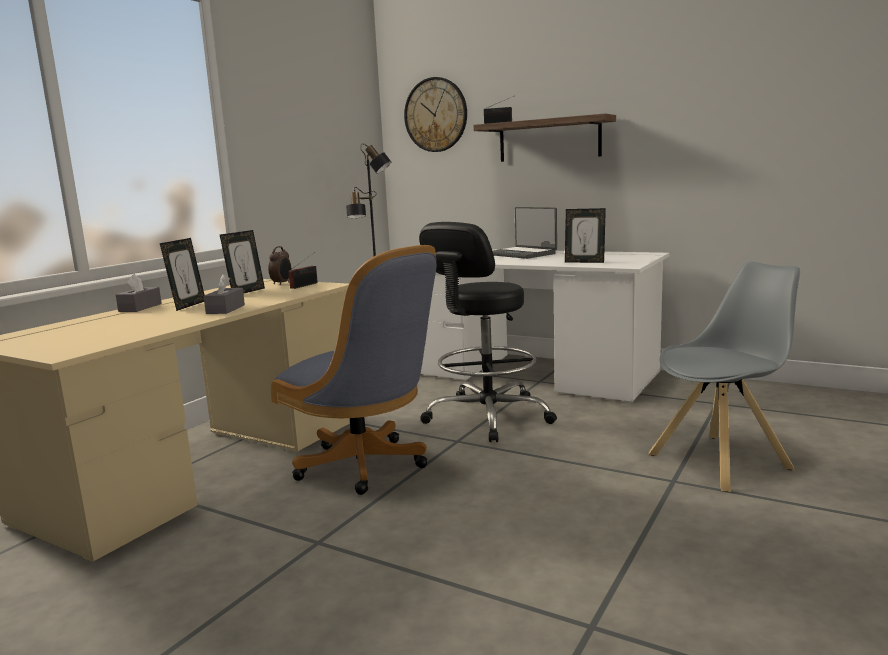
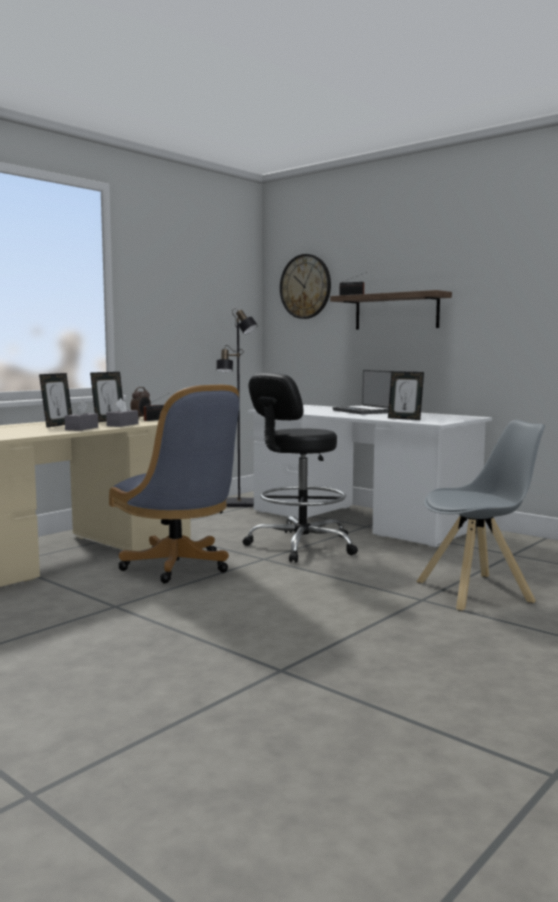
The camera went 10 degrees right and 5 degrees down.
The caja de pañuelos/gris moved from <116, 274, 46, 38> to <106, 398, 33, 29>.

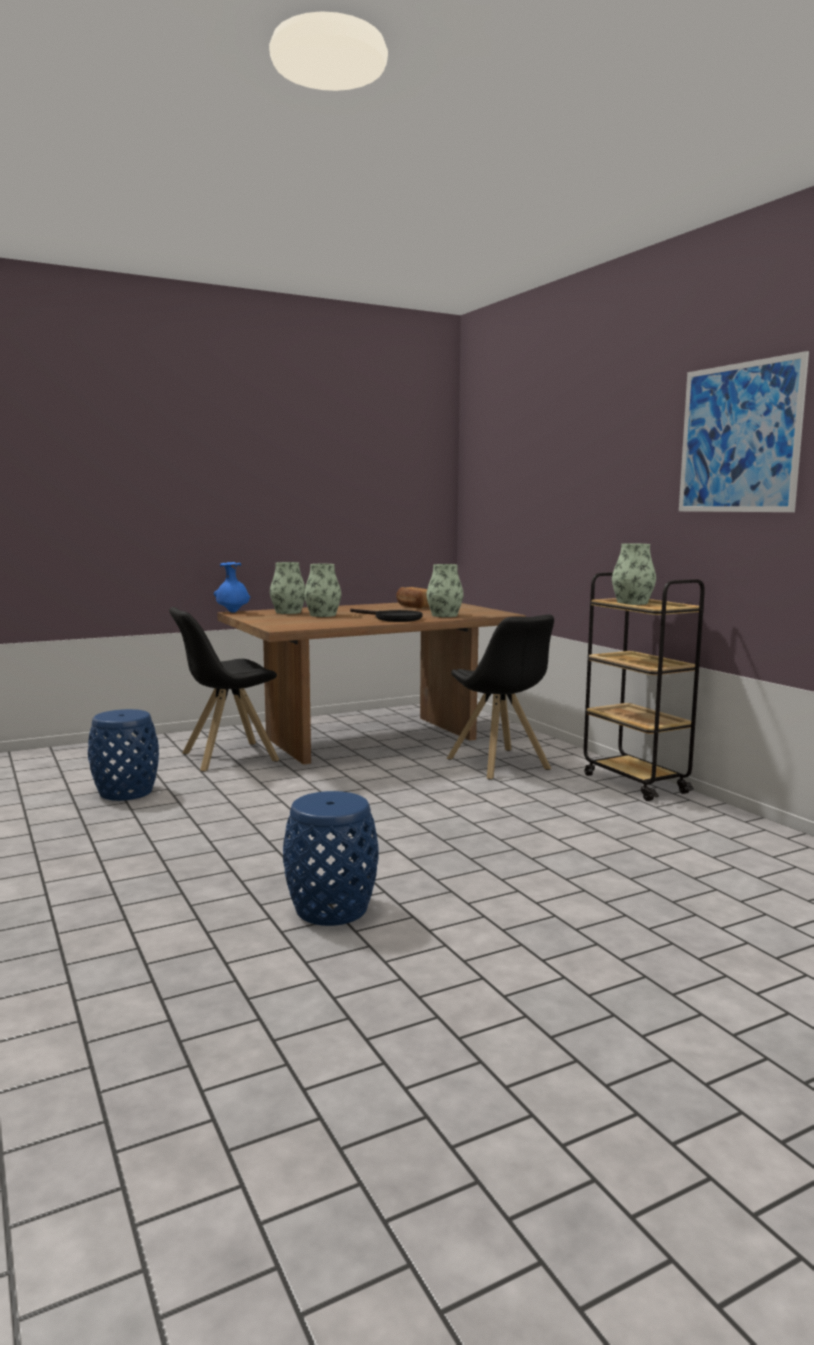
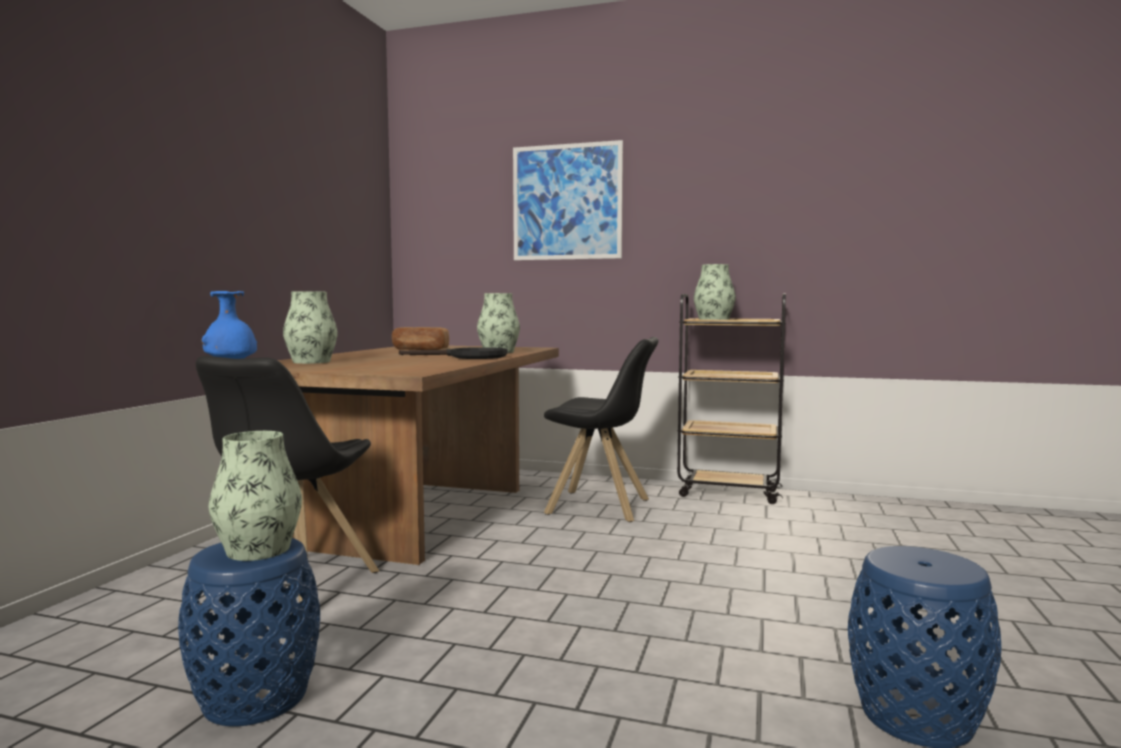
The camera went 45 degrees left and 5 degrees down.
The florero moved from <304, 564, 37, 53> to <208, 431, 94, 130>.
The cuadro moved from <679, 351, 130, 161> to <513, 140, 110, 120>.

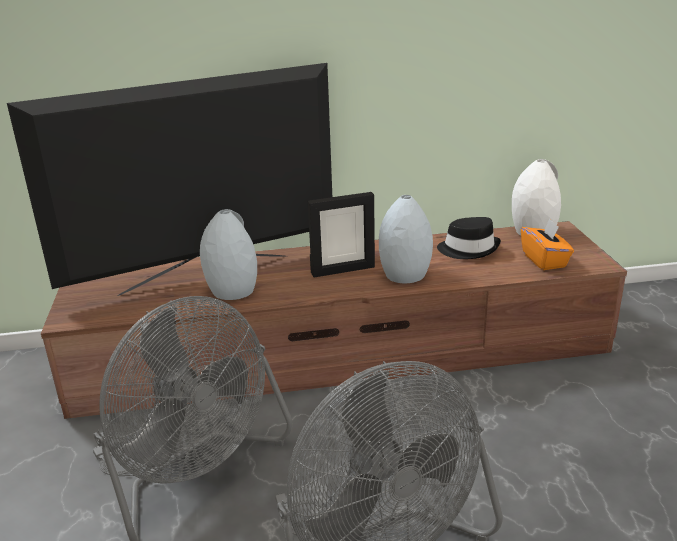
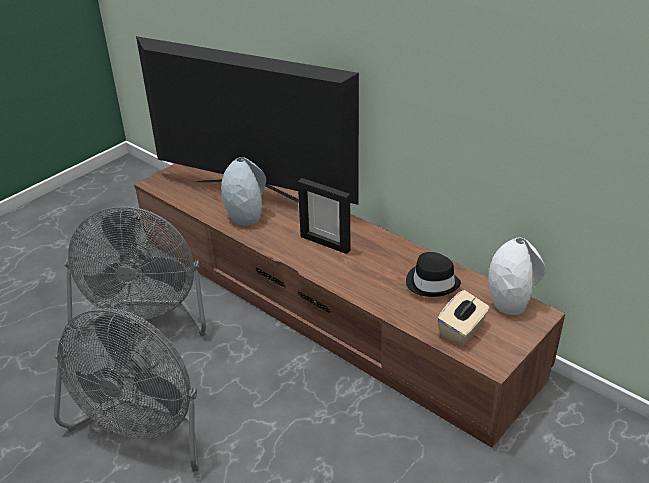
The camera went 50 degrees right and 10 degrees up.
The florero/gris at <379, 195, 54, 88> disappeared.
The caja de pañuelos/naranja at <521, 218, 53, 52> became the caja de pañuelos/beis at <437, 290, 53, 55>.

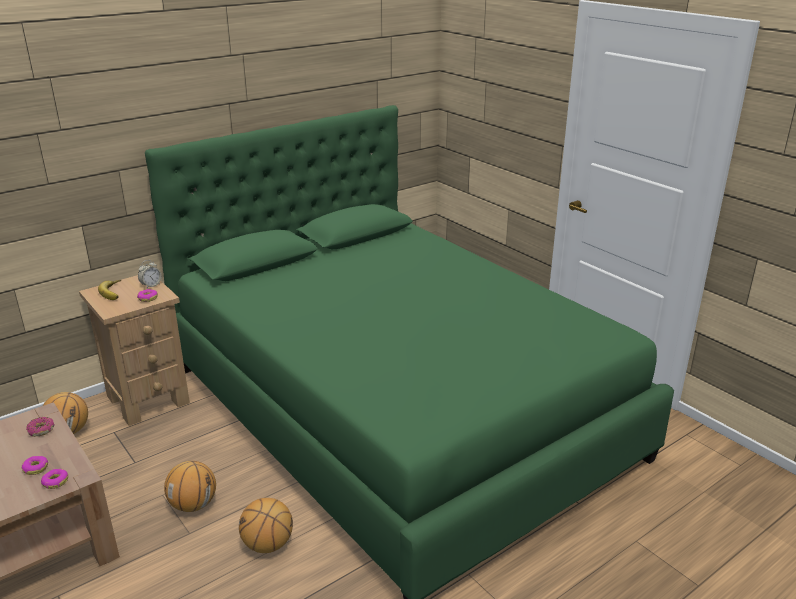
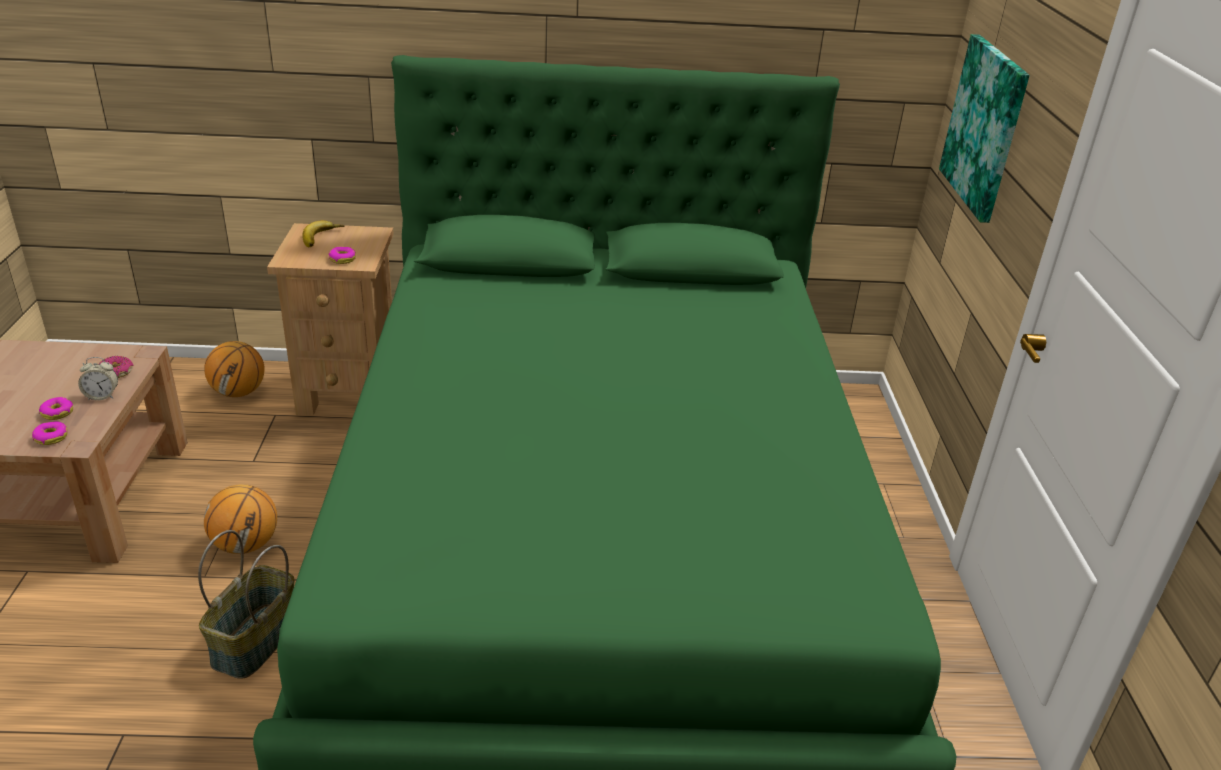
The camera went 35 degrees right and 5 degrees up.
The cuadro at <939, 34, 91, 189> appeared.
The despertador moved from <138, 260, 23, 28> to <78, 357, 40, 43>.
The balón de baloncesto at <239, 498, 54, 55> was replaced by the cesta at <198, 530, 96, 149>.

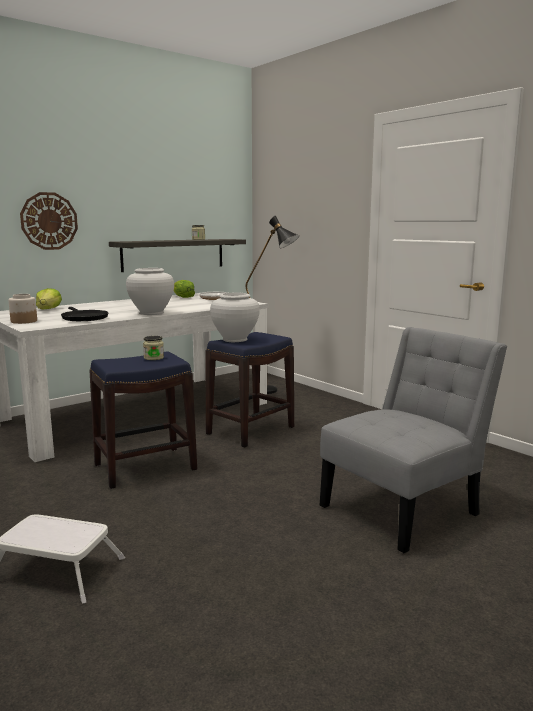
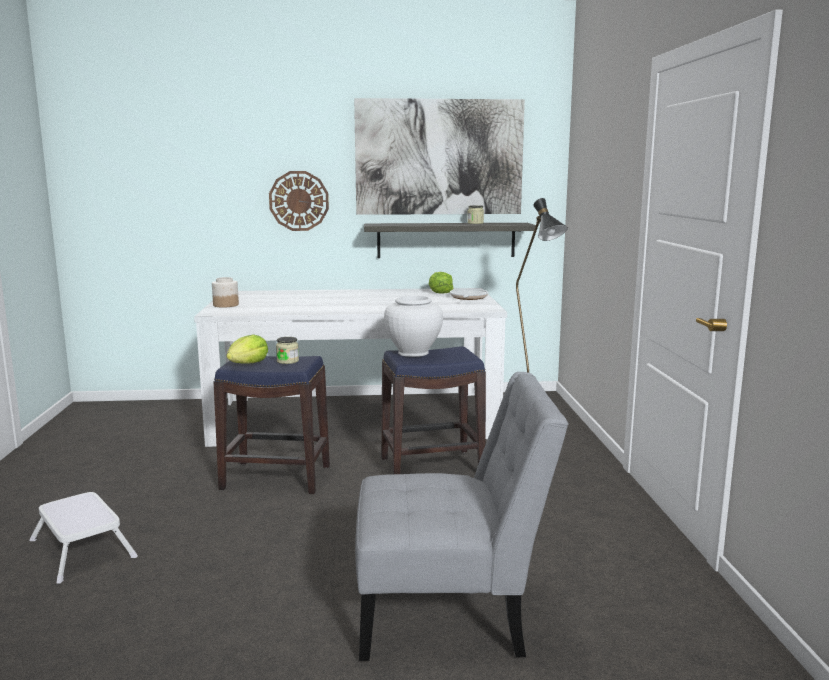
The camera went 35 degrees right and 0 degrees up.
The sartén/negro at <61, 307, 48, 14> disappeared.
The florero/blanco at <126, 268, 48, 47> disappeared.
The cuadro at <354, 98, 171, 117> appeared.
The lechuga moved from <36, 288, 26, 22> to <227, 334, 41, 29>.

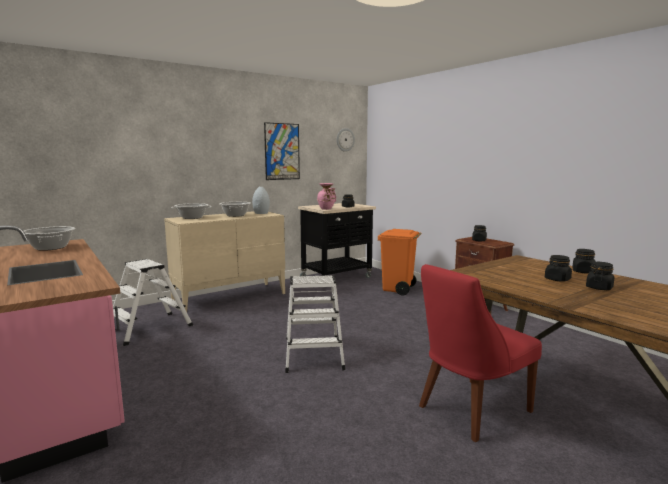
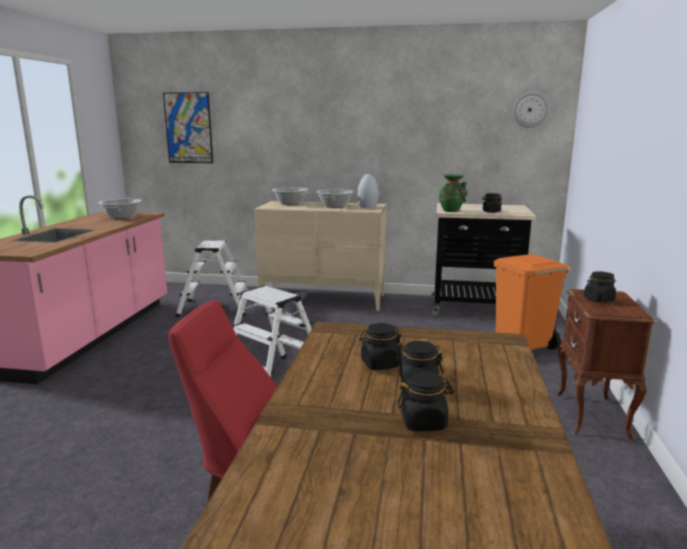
The camera went 45 degrees right and 5 degrees up.
The cuadro moved from <264, 122, 36, 58> to <163, 92, 50, 71>.
The tarro/negro moved from <572, 249, 24, 24> to <359, 323, 43, 47>.
The florero/rosa at <317, 183, 19, 27> became the florero/verde at <438, 174, 29, 38>.

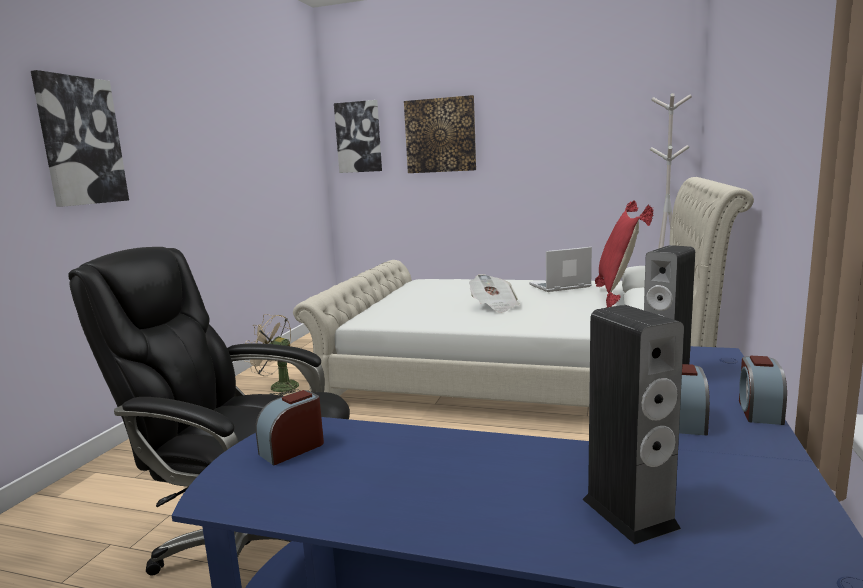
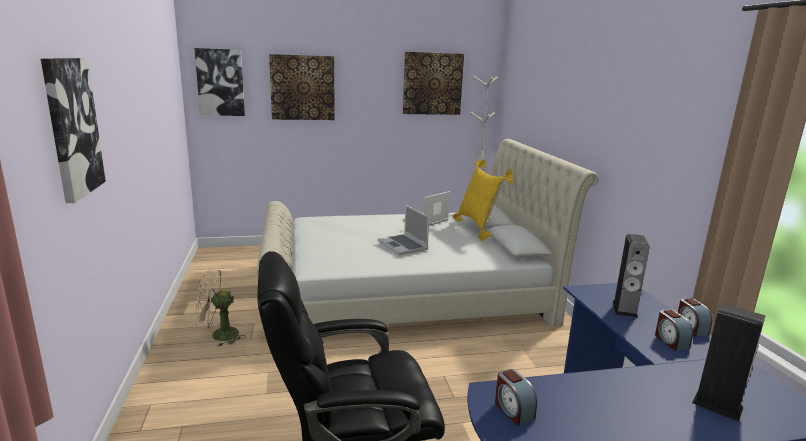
The camera went 30 degrees left and 5 degrees up.
The cuadro at <403, 52, 61, 63> appeared.
The periódico at <469, 274, 51, 39> was replaced by the portátil at <378, 205, 51, 50>.
The cojín/rojo at <594, 200, 60, 107> became the cojín/amarillo at <452, 159, 61, 83>.
The despertador at <255, 390, 69, 76> turned 45 degrees counterclockwise.

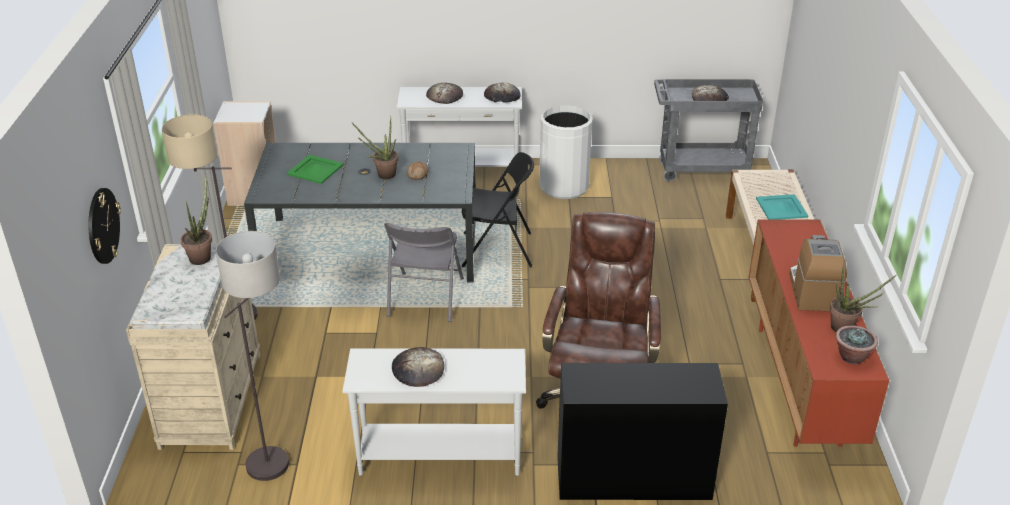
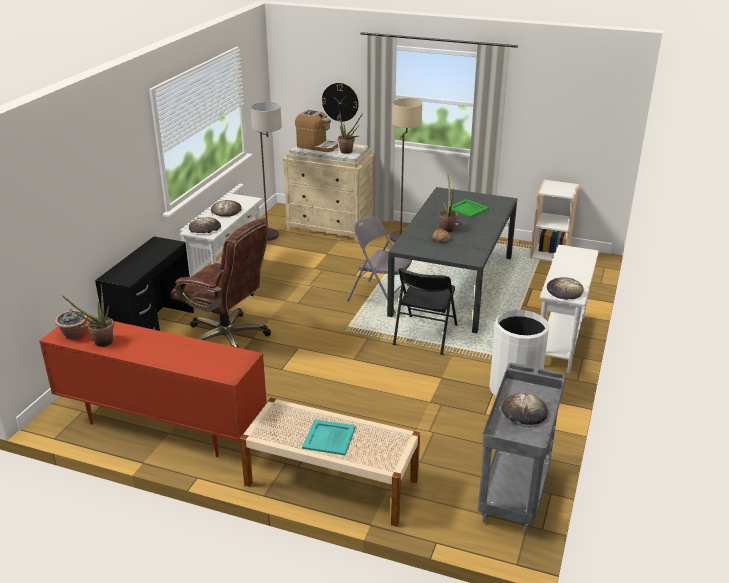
The camera went 110 degrees right and 5 degrees down.
The pan moved from <426, 83, 37, 21> to <189, 217, 32, 16>.
The cafetera moved from <789, 235, 58, 76> to <295, 110, 43, 42>.

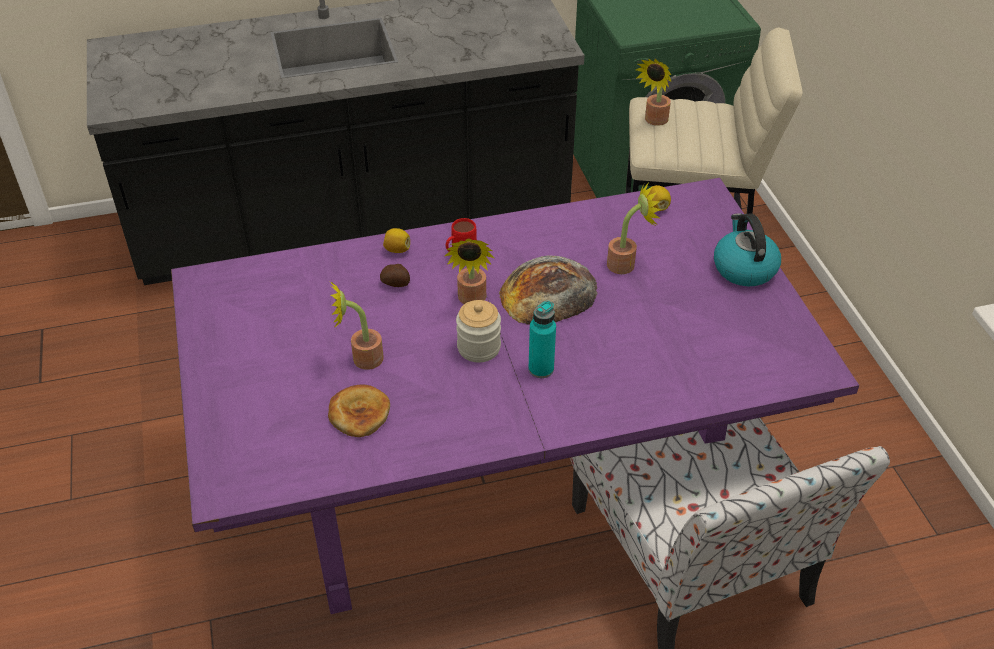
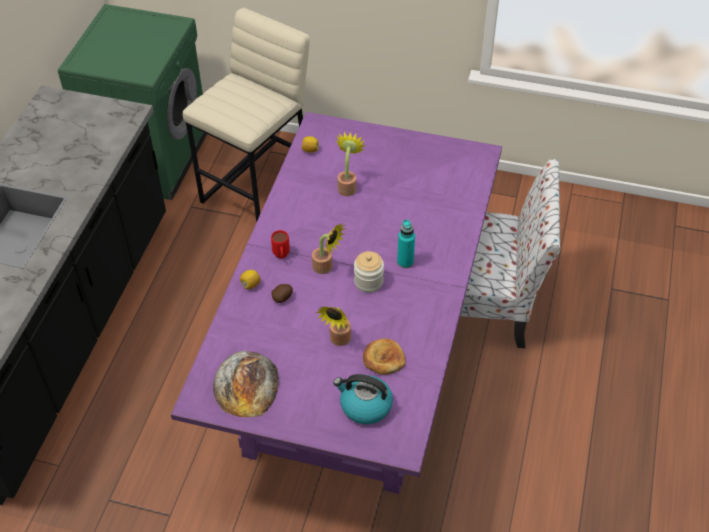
The camera went 60 degrees left and 5 degrees up.
The planta en maceta at <636, 59, 36, 67> disappeared.
The pan moved from <499, 255, 99, 70> to <213, 351, 66, 66>.
The hervidor moved from <714, 213, 67, 73> to <333, 374, 60, 51>.

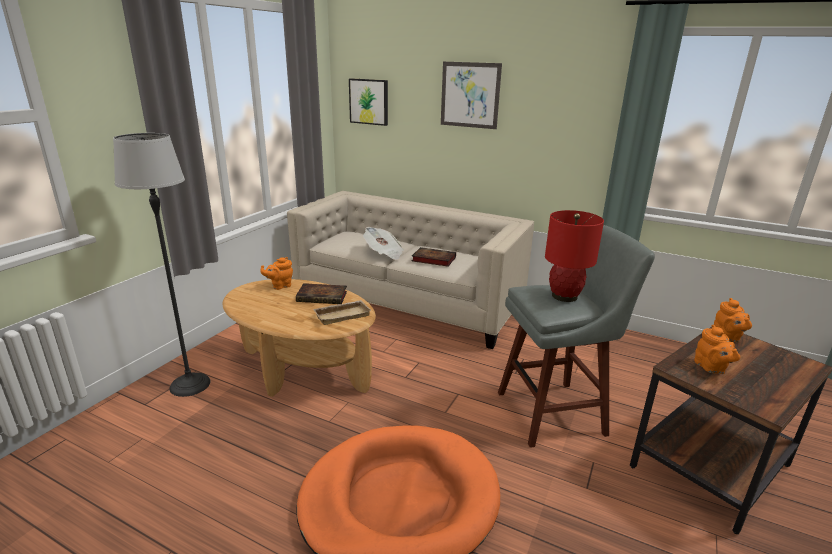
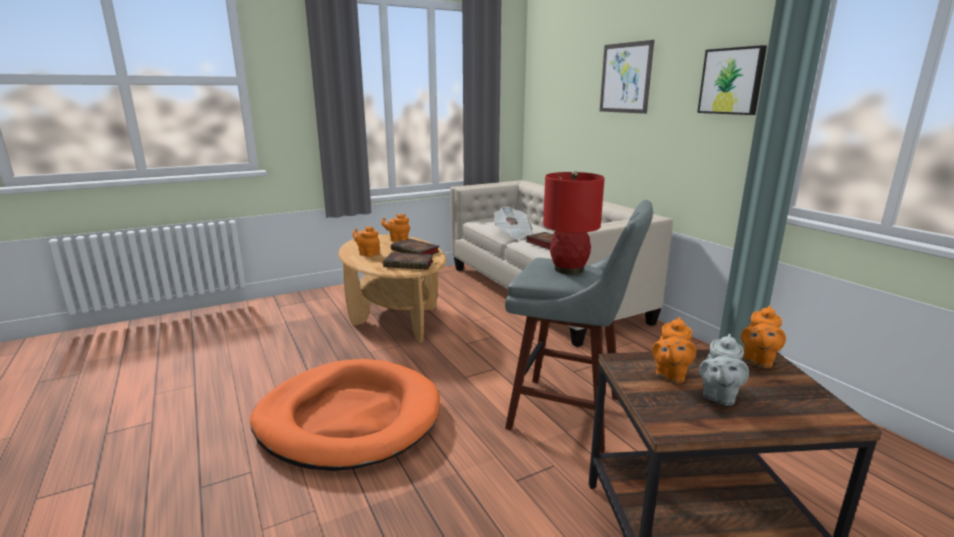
The camera went 35 degrees right and 5 degrees down.
The lámpara de pie at <113, 133, 98, 264> disappeared.
The tetera/naranja at <353, 226, 27, 31> appeared.
The tetera/gris at <699, 334, 50, 72> appeared.
The cuadro moved from <349, 78, 39, 48> to <697, 45, 70, 70>.
The bandeja/beis at <313, 300, 58, 25> was replaced by the libro at <383, 252, 51, 18>.

